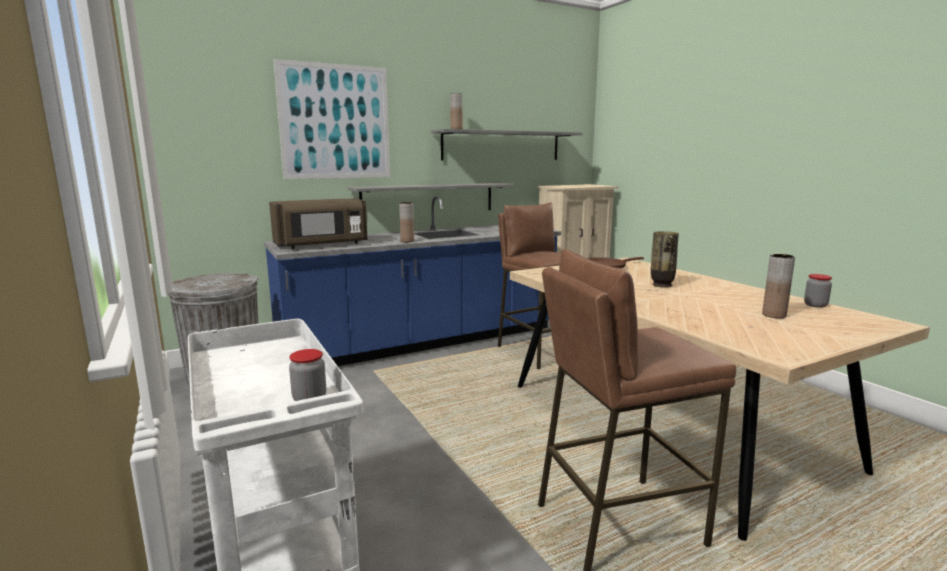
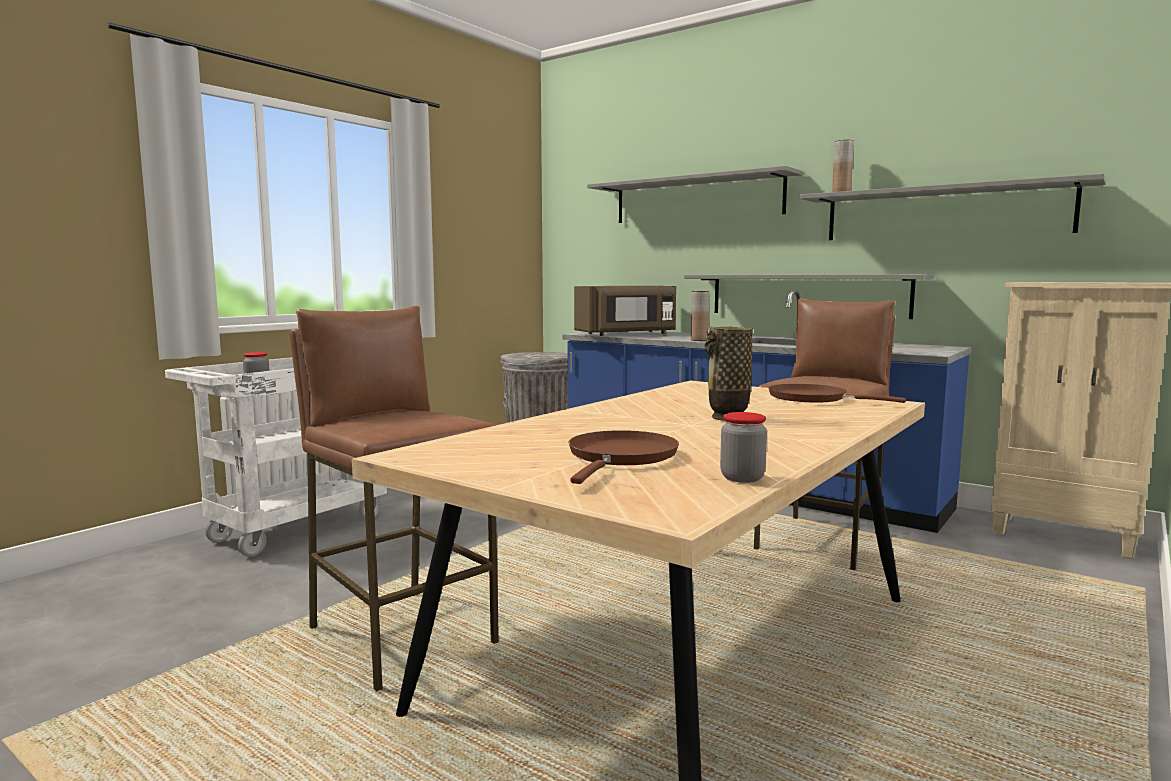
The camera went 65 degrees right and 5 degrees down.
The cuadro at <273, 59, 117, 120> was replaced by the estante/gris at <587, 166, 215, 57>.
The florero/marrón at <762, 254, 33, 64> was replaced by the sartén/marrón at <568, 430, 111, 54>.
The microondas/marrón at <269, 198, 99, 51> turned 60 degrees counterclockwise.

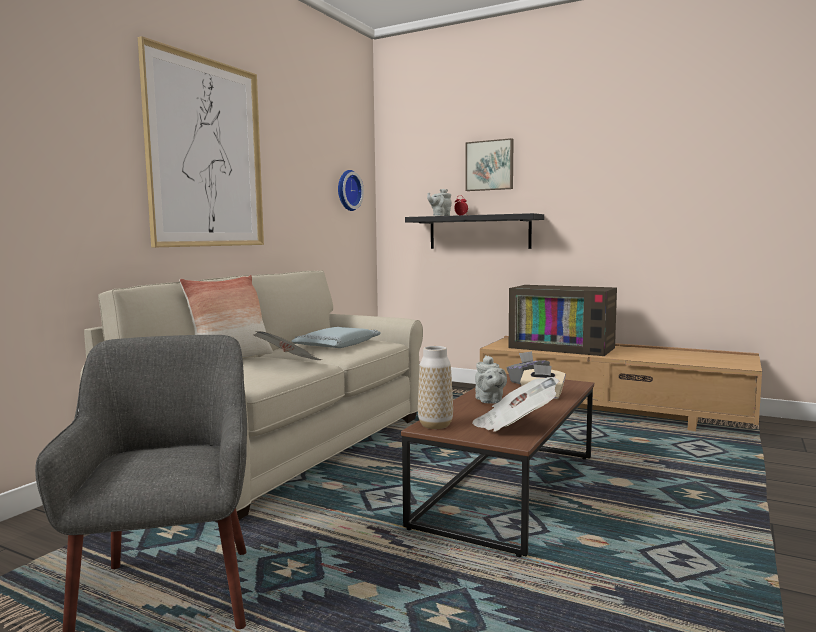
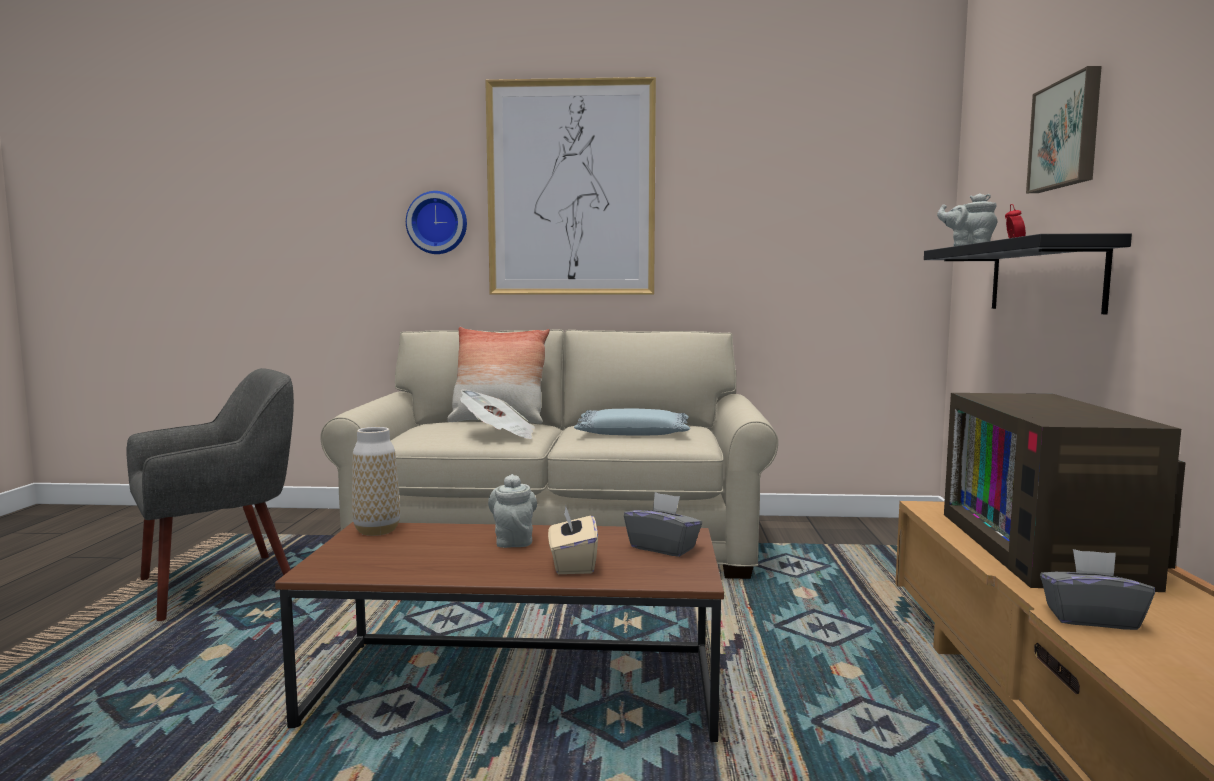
The camera went 65 degrees right and 0 degrees up.
The periódico at <472, 377, 88, 55> disappeared.
The caja de pañuelos/gris at <1040, 549, 115, 81> appeared.
The reloj de pared moved from <338, 170, 26, 41> to <406, 191, 61, 63>.
The tetera/gris at <475, 355, 32, 49> turned 120 degrees clockwise.

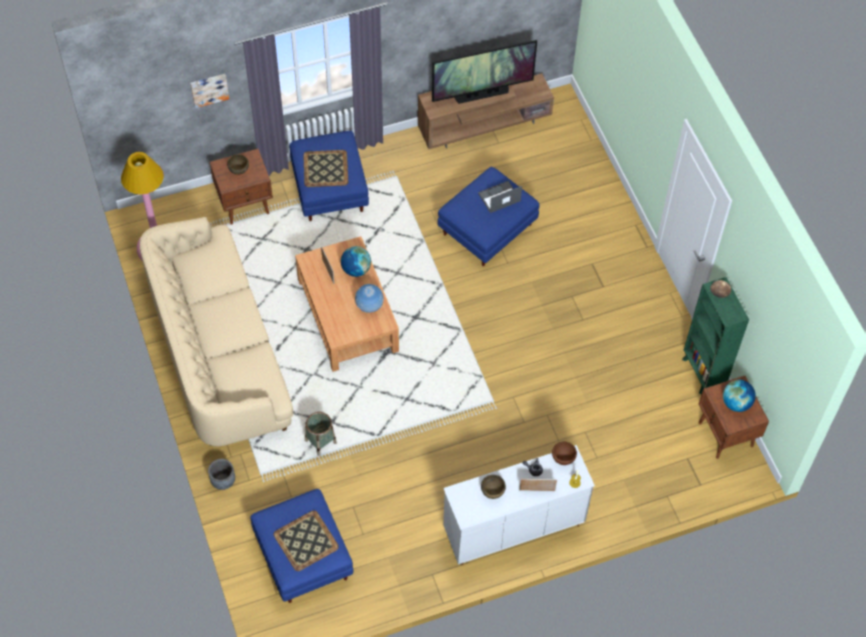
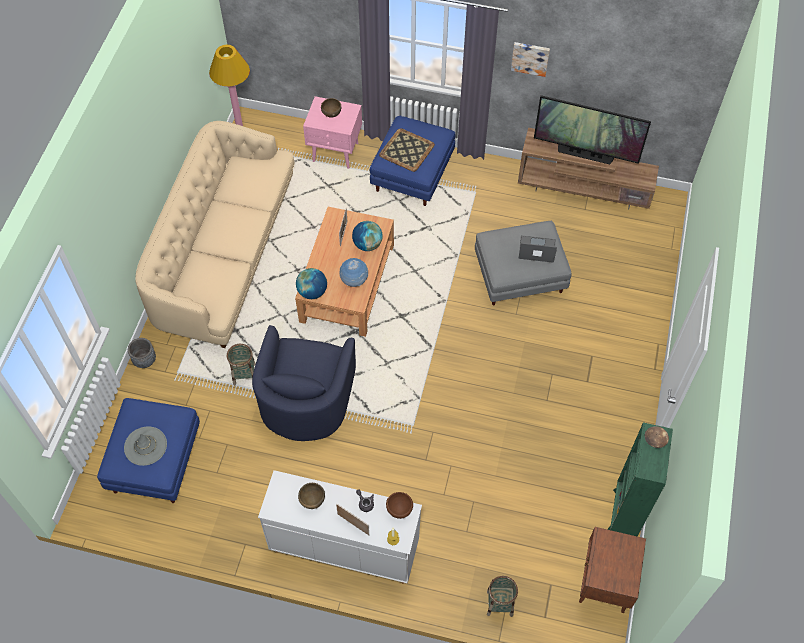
The camera went 35 degrees right and 0 degrees up.
The sillón/azul at <252, 325, 104, 116> appeared.
The cesta at <487, 576, 31, 41> appeared.
The cuadro moved from <190, 74, 39, 34> to <511, 42, 39, 35>.
The globo terráqueo moved from <723, 380, 33, 32> to <296, 268, 31, 31>.
The bandeja at <274, 510, 65, 61> was replaced by the sombrero/gris at <124, 426, 43, 40>.
The mesita de noche/marrón at <210, 149, 63, 76> became the mesita de noche/rosa at <303, 96, 59, 73>.
The puf/azul at <438, 167, 101, 99> became the puf/gris at <475, 221, 96, 84>.

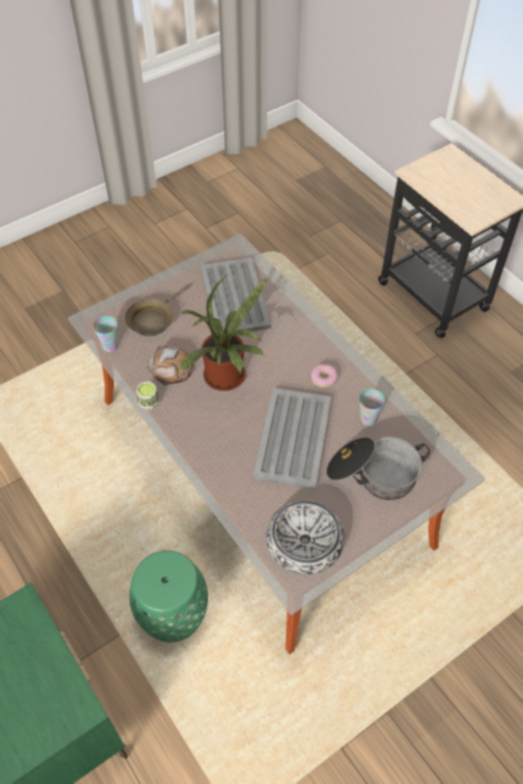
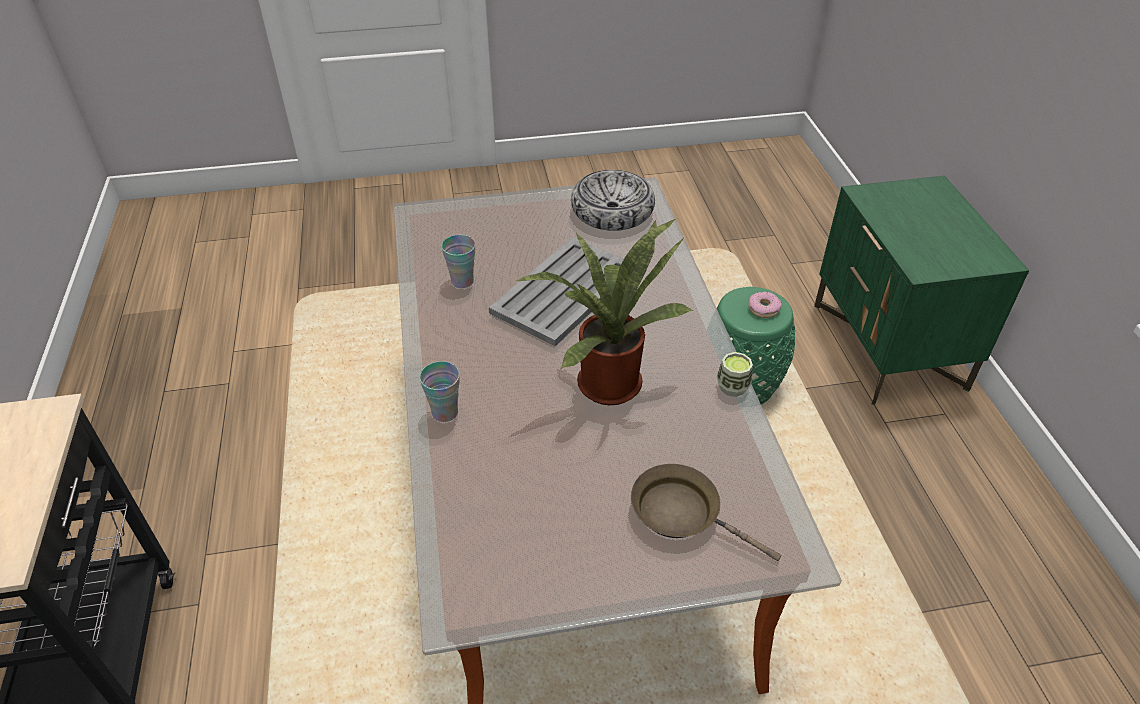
The camera went 155 degrees left and 10 degrees down.
The pan at <147, 344, 48, 41> disappeared.
The bandeja/gris at <200, 257, 71, 75> disappeared.
The olla at <326, 436, 104, 64> disappeared.
The taza moved from <93, 316, 25, 36> to <420, 362, 40, 60>.
The rosquilla moved from <311, 364, 27, 24> to <748, 292, 34, 26>.
The sartén/marrón at <125, 284, 65, 52> turned 120 degrees counterclockwise.

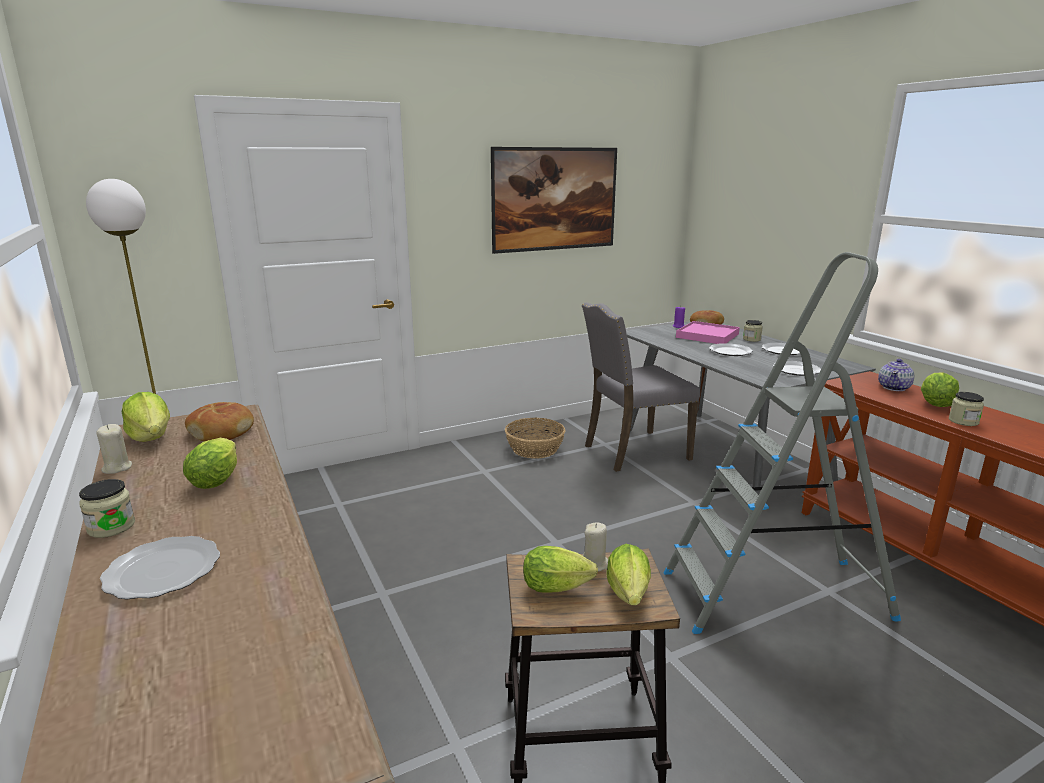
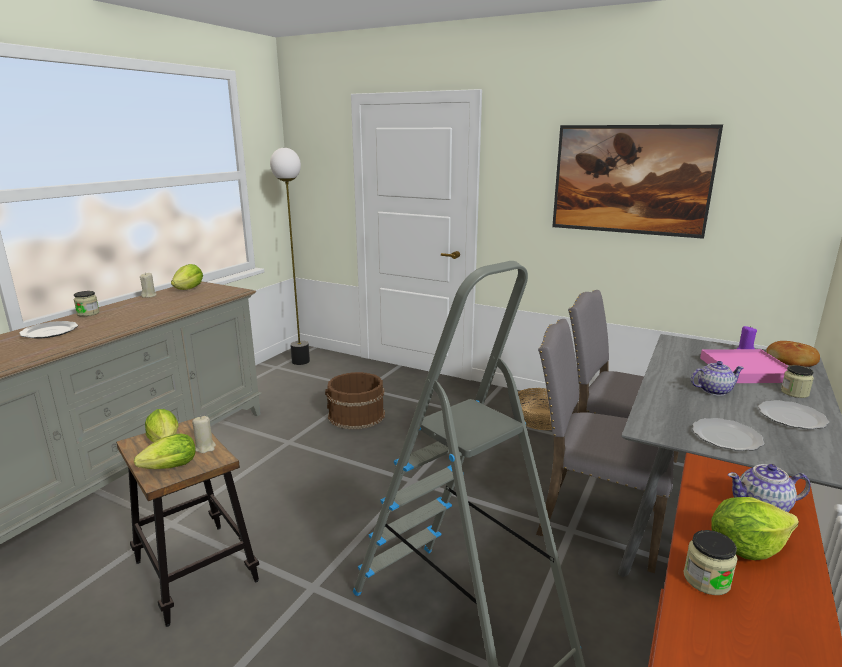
The camera went 55 degrees right and 0 degrees up.
The lechuga at <183, 438, 54, 51> disappeared.
The pan at <185, 402, 69, 39> disappeared.
The cubo/marrón at <325, 372, 60, 57> appeared.
The silla/gris at <536, 319, 138, 254> appeared.
The plato at <709, 343, 44, 13> was replaced by the tetera at <691, 361, 53, 35>.

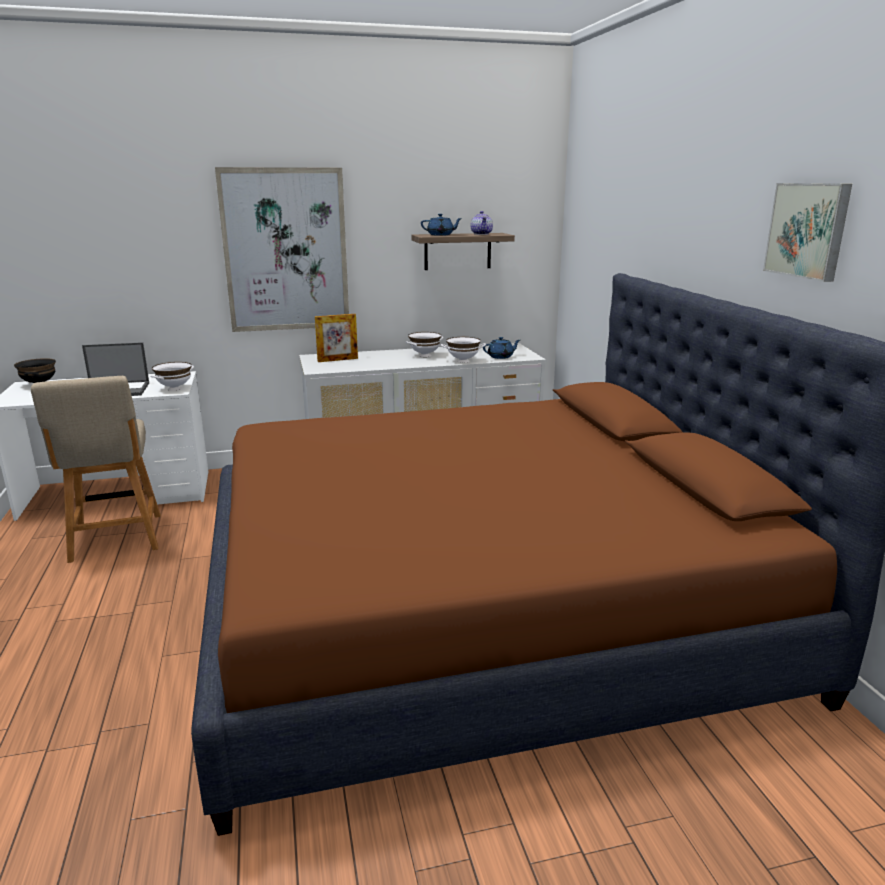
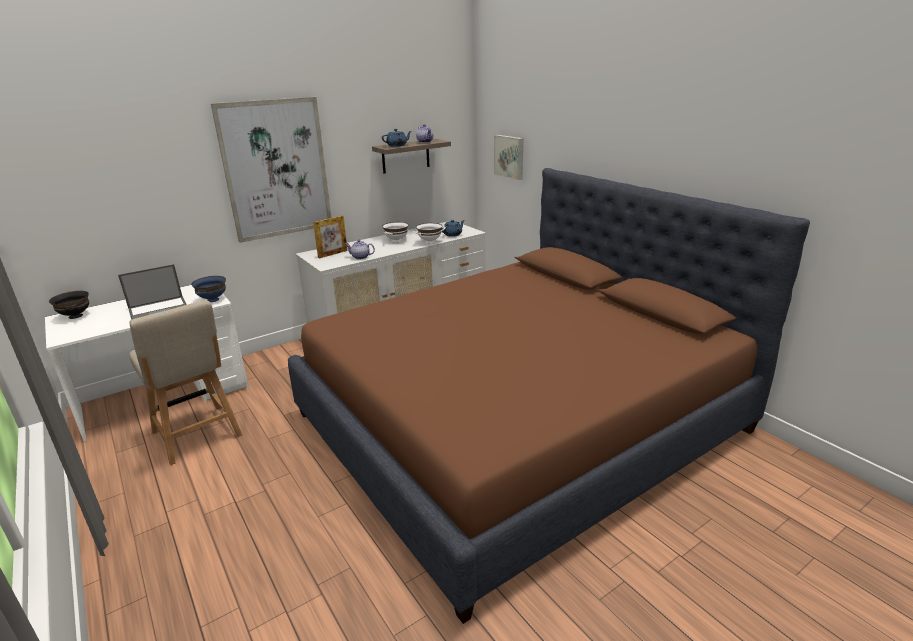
The camera went 20 degrees left and 5 degrees up.
The tetera at <346, 240, 29, 19> appeared.
The cuadro moved from <763, 183, 89, 99> to <494, 135, 29, 45>.
The cuenco/blanco at <150, 362, 44, 29> became the cuenco/azul at <191, 276, 35, 26>.

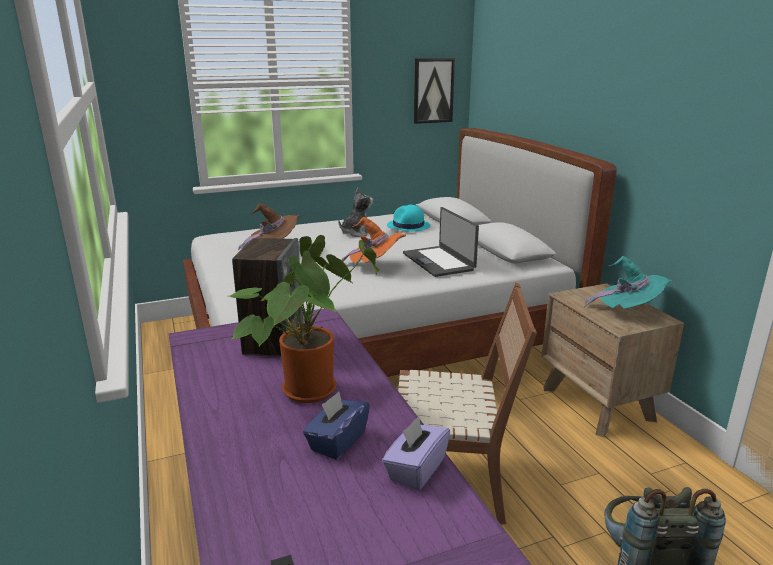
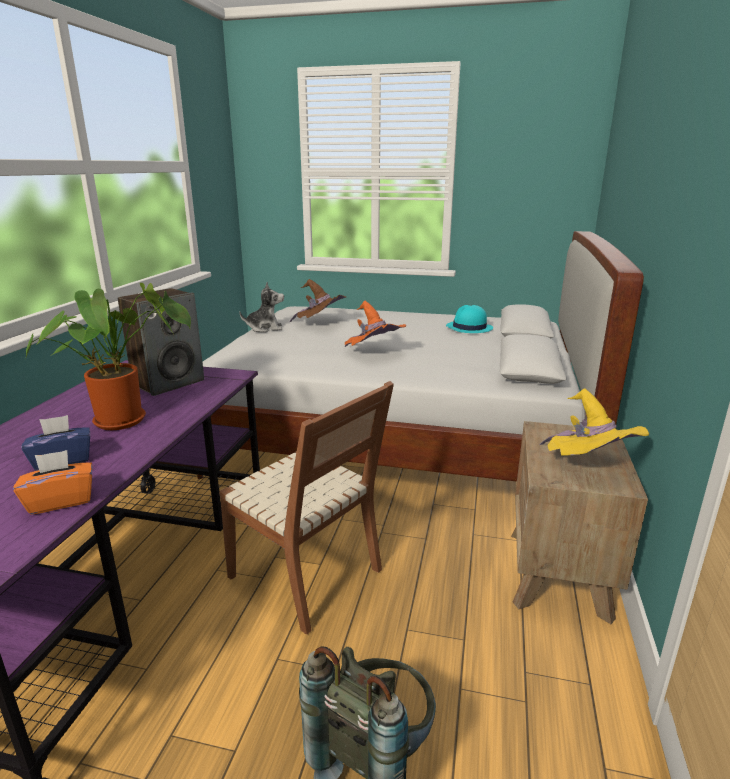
The camera went 35 degrees right and 0 degrees up.
The portátil at <403, 207, 76, 70> disappeared.
The cuadro at <414, 58, 41, 66> disappeared.
The peluche moved from <338, 188, 35, 49> to <239, 282, 45, 50>.
The caja de pañuelos/morado at <382, 416, 68, 75> became the caja de pañuelos/naranja at <13, 450, 80, 65>.
The sombrero/turquesa at <585, 256, 87, 53> became the sombrero/amarillo at <539, 389, 110, 66>.

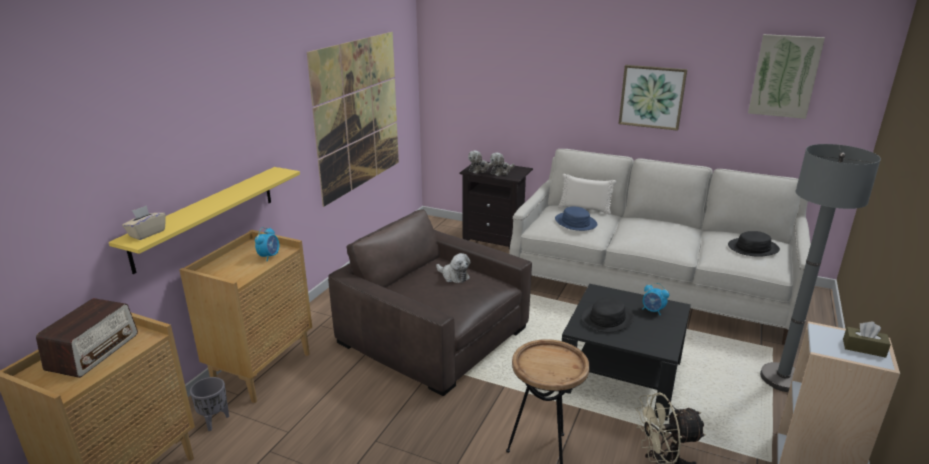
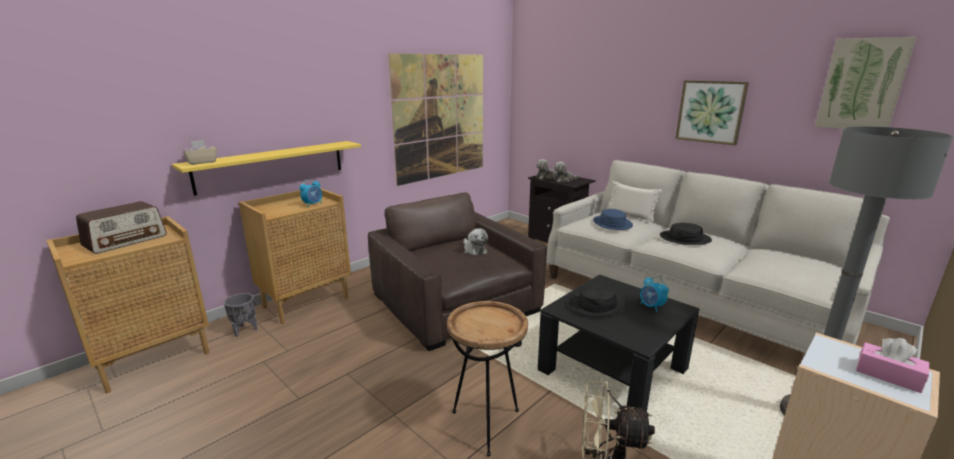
The camera went 20 degrees right and 5 degrees down.
The sombrero/negro moved from <728, 231, 52, 26> to <660, 223, 52, 22>.
The caja de pañuelos/marrón at <843, 322, 48, 36> became the caja de pañuelos/rosa at <856, 338, 73, 55>.

